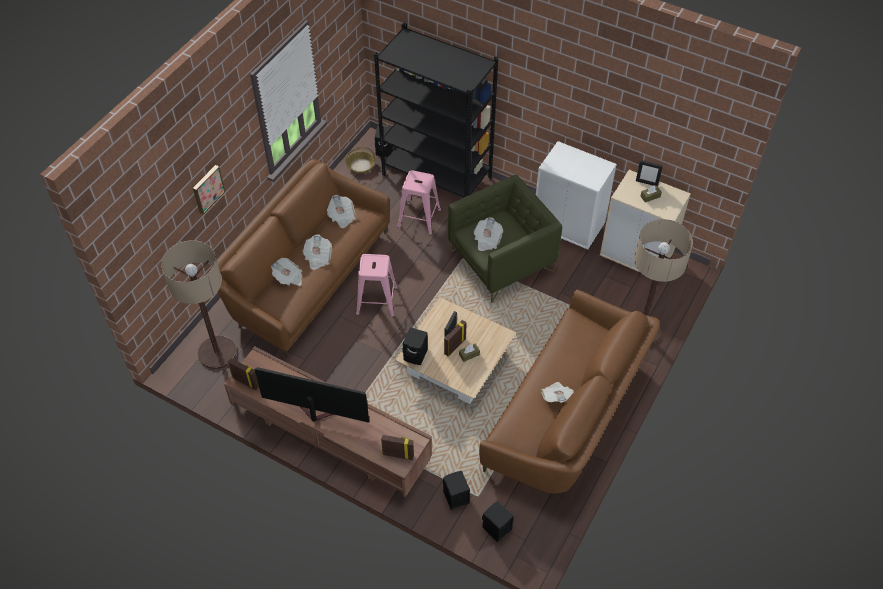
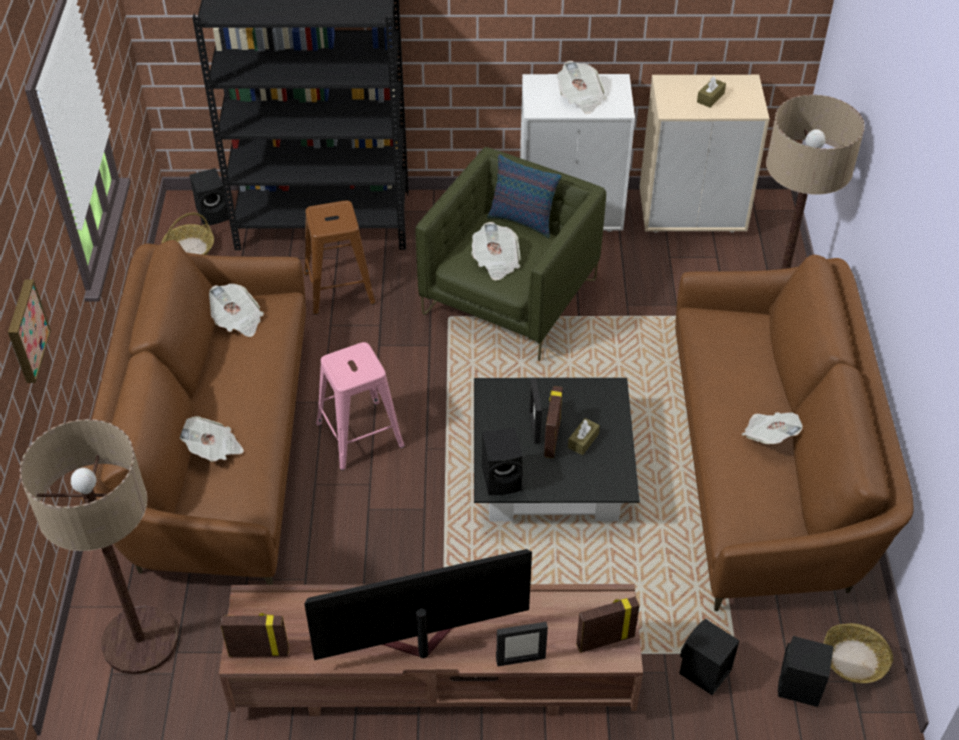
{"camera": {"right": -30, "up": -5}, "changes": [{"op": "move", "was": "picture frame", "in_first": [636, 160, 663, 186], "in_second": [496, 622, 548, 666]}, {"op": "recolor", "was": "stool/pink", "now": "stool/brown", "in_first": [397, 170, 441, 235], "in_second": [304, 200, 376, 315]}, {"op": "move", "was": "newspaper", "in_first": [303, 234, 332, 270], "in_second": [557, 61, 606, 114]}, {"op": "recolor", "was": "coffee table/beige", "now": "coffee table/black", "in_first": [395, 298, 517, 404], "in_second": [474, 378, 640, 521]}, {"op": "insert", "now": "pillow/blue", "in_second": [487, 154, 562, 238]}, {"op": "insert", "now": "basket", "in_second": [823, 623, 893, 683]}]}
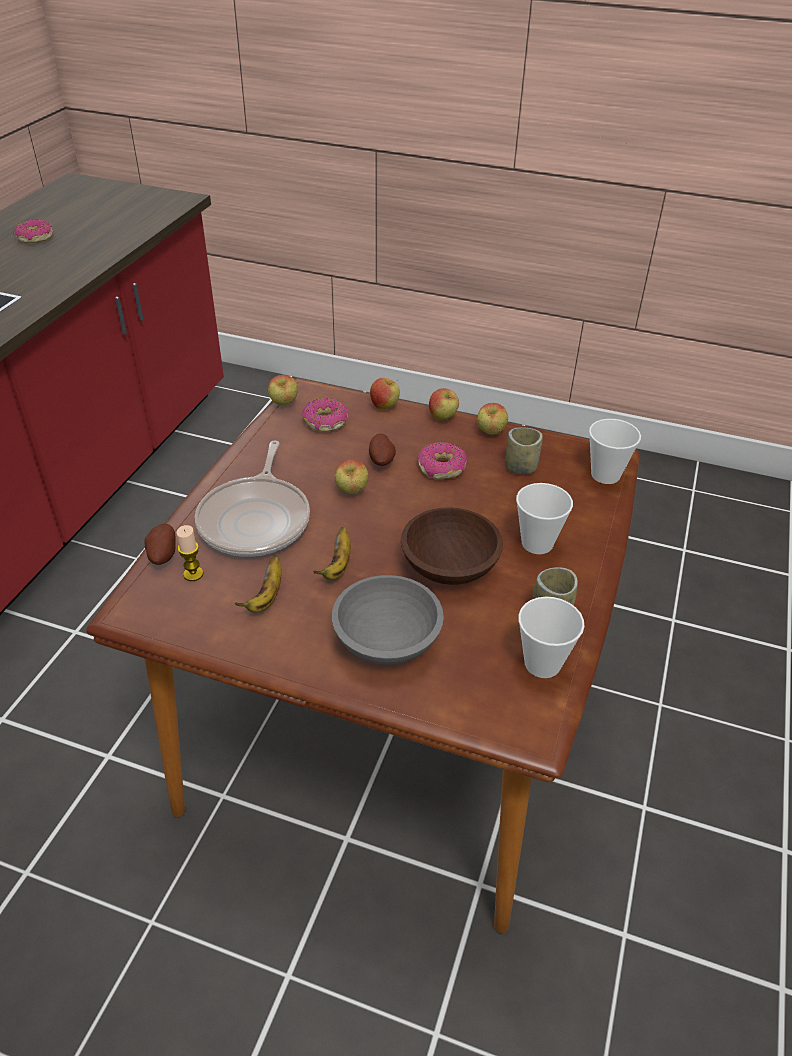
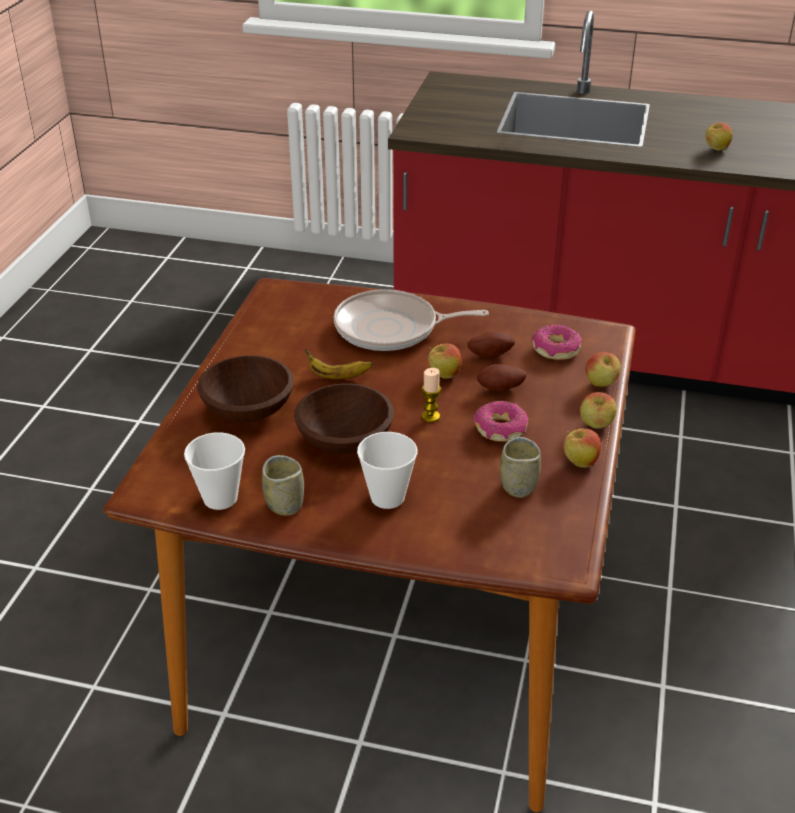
{"camera": {"right": 85, "up": -5}, "changes": [{"op": "delete", "was": "donut", "in_first": [13, 219, 53, 243]}, {"op": "move", "was": "apple", "in_first": [268, 375, 298, 406], "in_second": [705, 123, 732, 151]}, {"op": "delete", "was": "cup", "in_first": [589, 419, 641, 484]}, {"op": "move", "was": "potato", "in_first": [144, 523, 176, 565], "in_second": [467, 331, 515, 357]}, {"op": "move", "was": "candle", "in_first": [177, 525, 204, 581], "in_second": [421, 368, 441, 422]}, {"op": "delete", "was": "banana", "in_first": [235, 556, 282, 612]}, {"op": "recolor", "was": "bowl/grey", "now": "bowl/brown", "in_first": [332, 575, 444, 665], "in_second": [197, 355, 294, 422]}]}
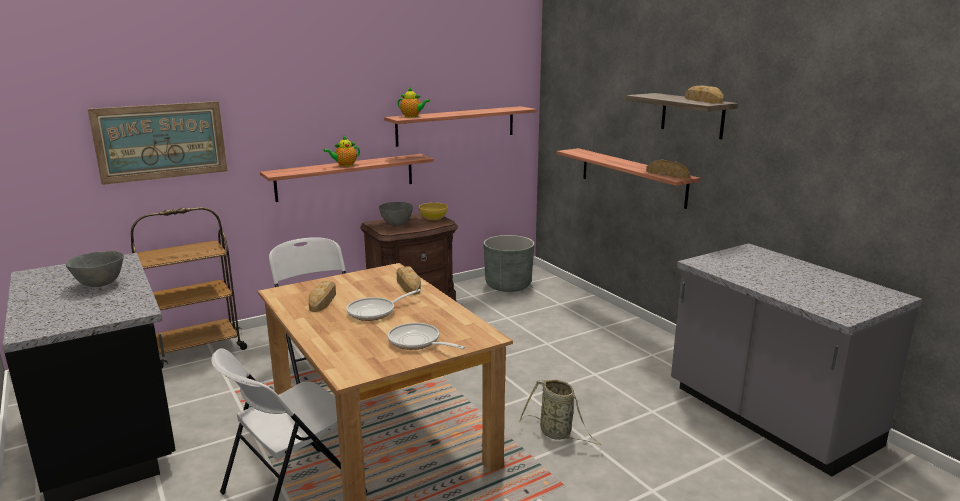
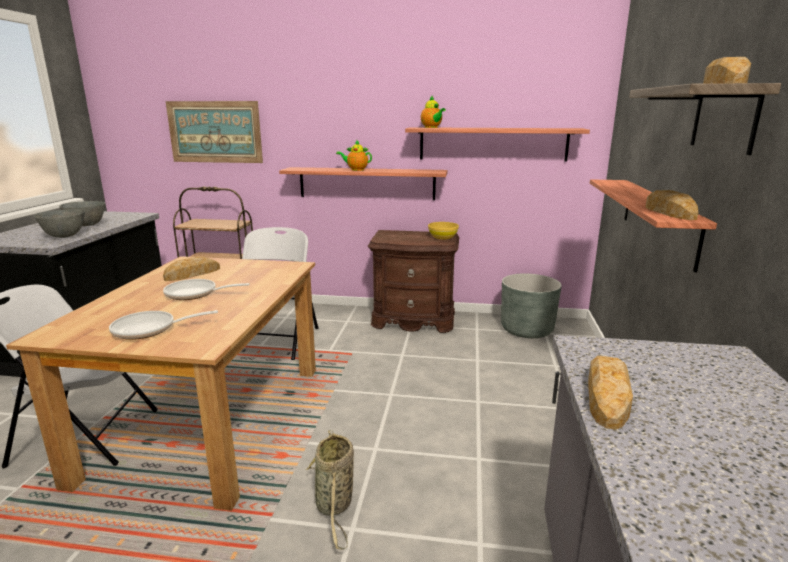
{"camera": {"right": 40, "up": 0}, "changes": [{"op": "move", "was": "bowl/grey", "in_first": [379, 202, 413, 226], "in_second": [34, 209, 85, 238]}, {"op": "move", "was": "bread", "in_first": [397, 266, 421, 295], "in_second": [588, 356, 633, 430]}, {"op": "rotate", "was": "frying pan", "in_first": [388, 323, 465, 350], "in_second": [109, 310, 218, 340], "clockwise": -90}]}
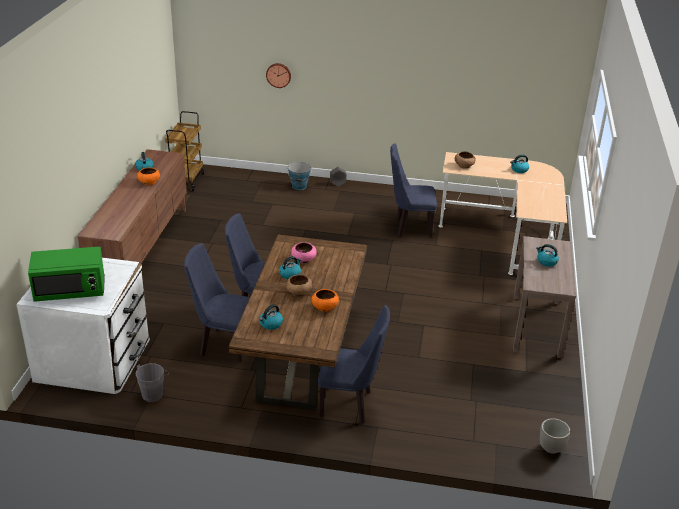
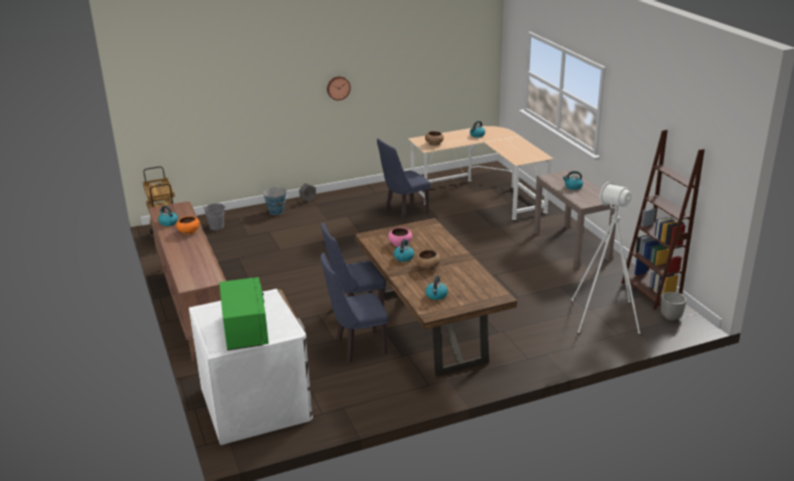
{"camera": {"right": -30, "up": -5}, "changes": [{"op": "move", "was": "wall clock", "in_first": [266, 63, 291, 88], "in_second": [327, 76, 351, 100]}, {"op": "rotate", "was": "microwave/green", "in_first": [28, 247, 105, 302], "in_second": [219, 277, 269, 351], "clockwise": -60}, {"op": "delete", "was": "bowl/orange", "in_first": [312, 289, 339, 312]}, {"op": "delete", "was": "chair/blue", "in_first": [318, 305, 390, 424]}, {"op": "move", "was": "bucket/grey", "in_first": [136, 363, 169, 402], "in_second": [203, 203, 225, 230]}, {"op": "insert", "now": "bookcase/brown", "in_second": [621, 129, 705, 310]}, {"op": "insert", "now": "floor lamp/white", "in_second": [571, 182, 641, 334]}]}
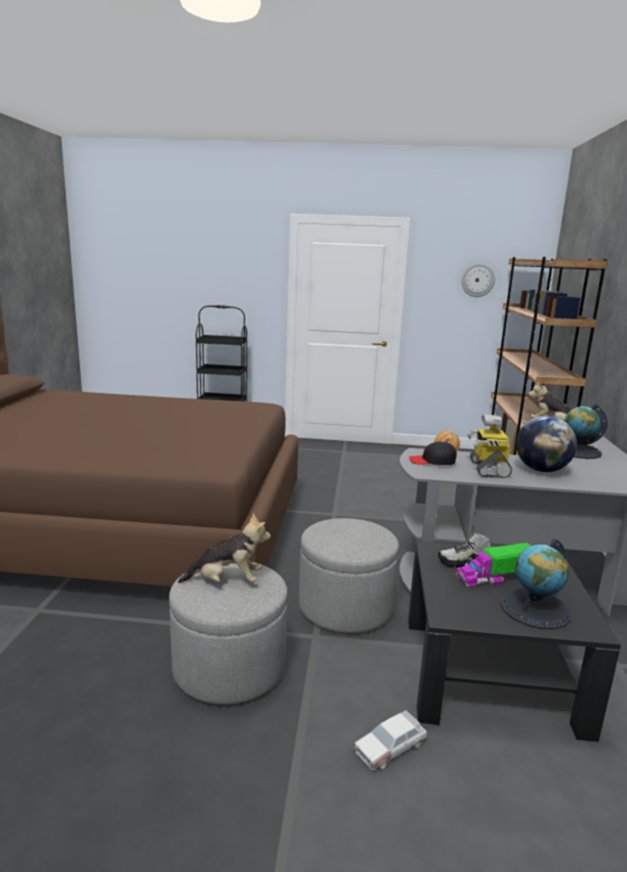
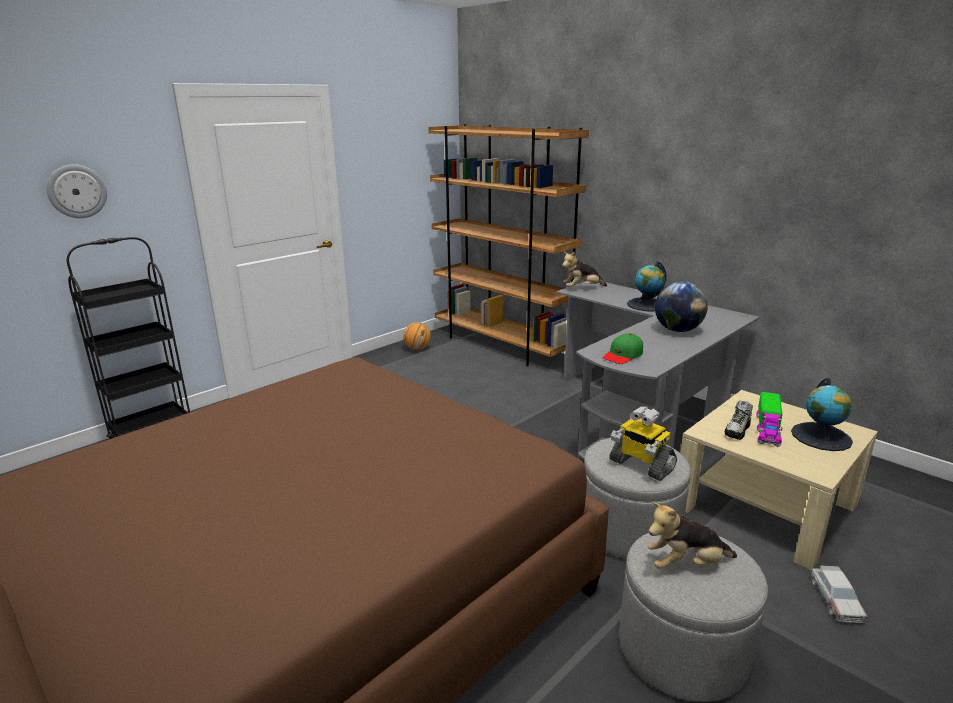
{"camera": {"right": -50, "up": 5}, "changes": [{"op": "move", "was": "wall clock", "in_first": [461, 263, 495, 297], "in_second": [46, 164, 107, 218]}, {"op": "move", "was": "toy robot", "in_first": [467, 414, 512, 478], "in_second": [609, 406, 677, 481]}, {"op": "recolor", "was": "cap/black", "now": "cap/green", "in_first": [409, 442, 457, 465], "in_second": [603, 333, 643, 364]}, {"op": "rotate", "was": "plush toy", "in_first": [178, 513, 271, 583], "in_second": [648, 502, 737, 569], "clockwise": -135}, {"op": "recolor", "was": "coffee table/black", "now": "coffee table/beige", "in_first": [408, 541, 621, 742], "in_second": [681, 390, 878, 570]}]}
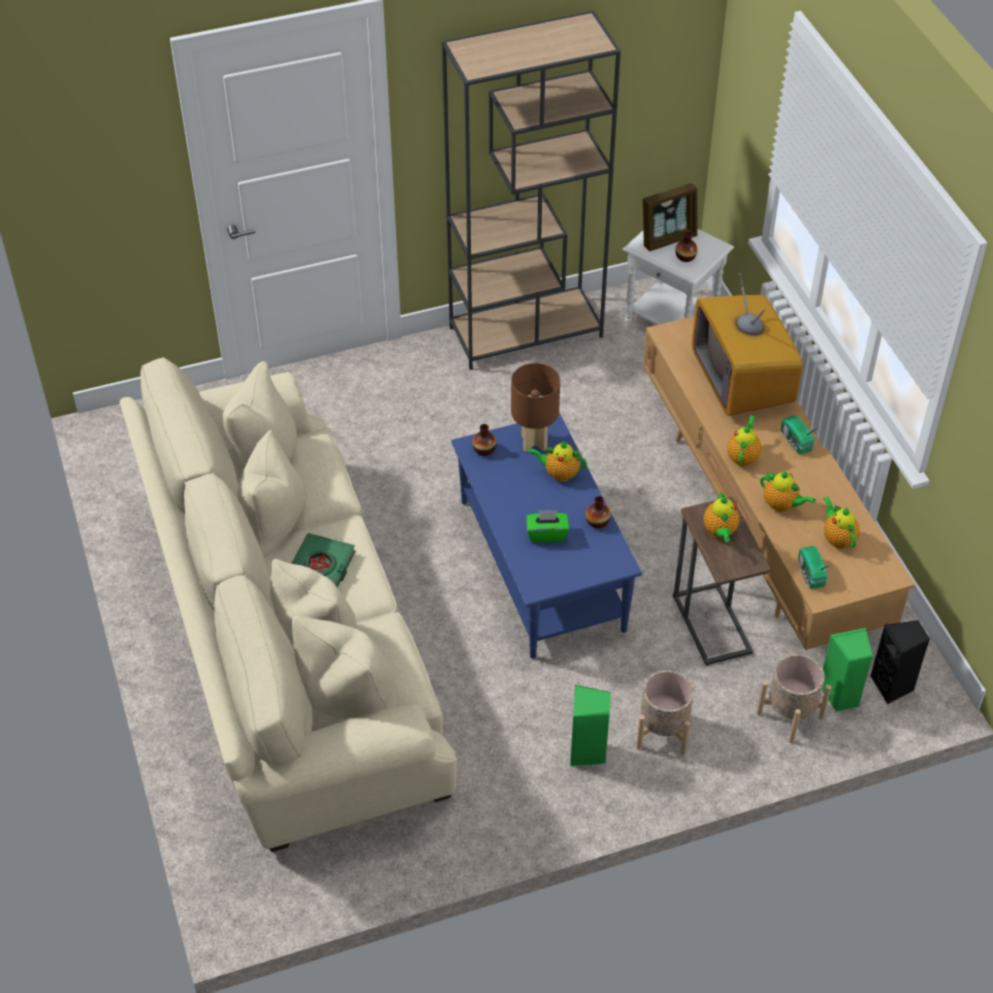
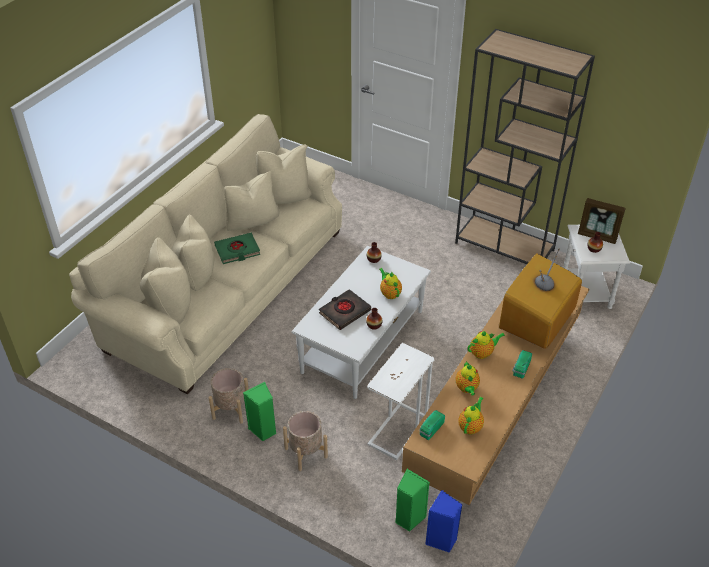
{"camera": {"right": 50, "up": -5}, "changes": [{"op": "delete", "was": "table lamp/brown", "in_first": [511, 363, 560, 452]}, {"op": "recolor", "was": "coffee table/blue", "now": "coffee table/white", "in_first": [451, 413, 642, 659], "in_second": [291, 246, 431, 399]}, {"op": "delete", "was": "teapot", "in_first": [704, 492, 739, 542]}, {"op": "recolor", "was": "side table/brown", "now": "side table/white", "in_first": [673, 497, 770, 666], "in_second": [367, 343, 435, 460]}, {"op": "replace", "was": "tissue box/green", "now": "book/black", "in_first": [526, 510, 569, 543], "in_second": [319, 289, 371, 330]}, {"op": "recolor", "was": "speaker/black", "now": "speaker/blue", "in_first": [870, 620, 930, 704], "in_second": [425, 490, 462, 553]}, {"op": "move", "was": "planter/beige", "in_first": [757, 654, 832, 743], "in_second": [209, 368, 249, 423]}]}
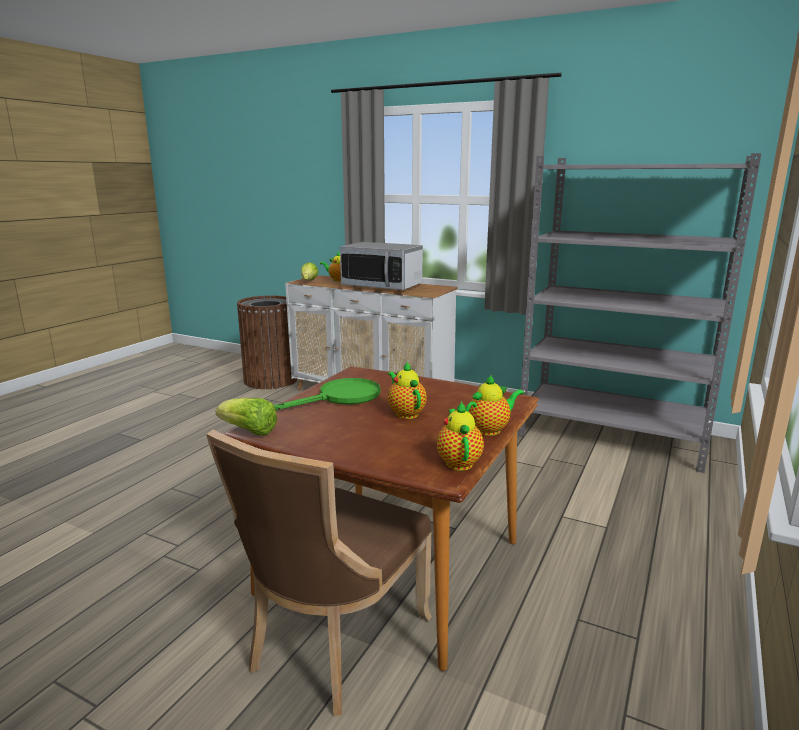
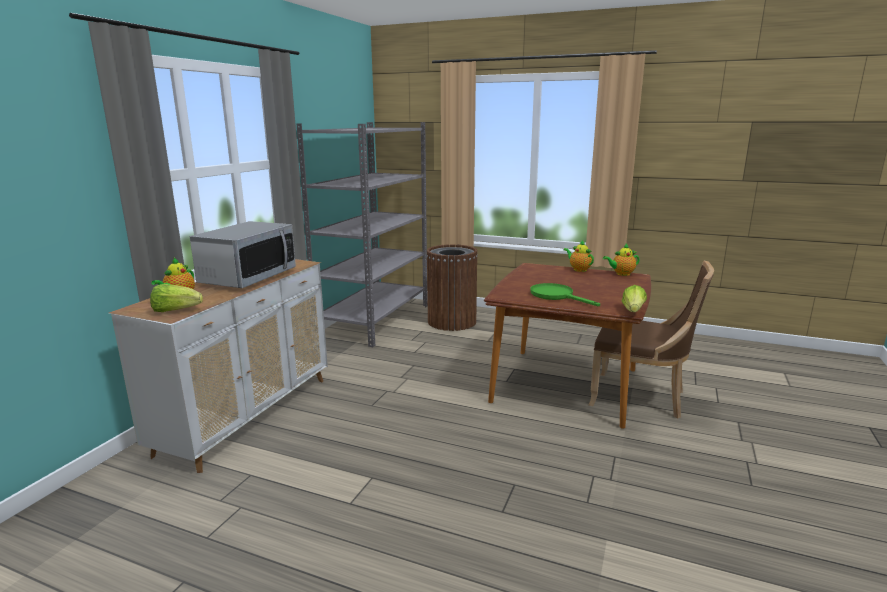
{"camera": {"right": -95, "up": 0}, "changes": [{"op": "move", "was": "trash can/brown", "in_first": [237, 295, 298, 389], "in_second": [426, 244, 478, 331]}, {"op": "delete", "was": "teapot", "in_first": [388, 362, 427, 419]}]}
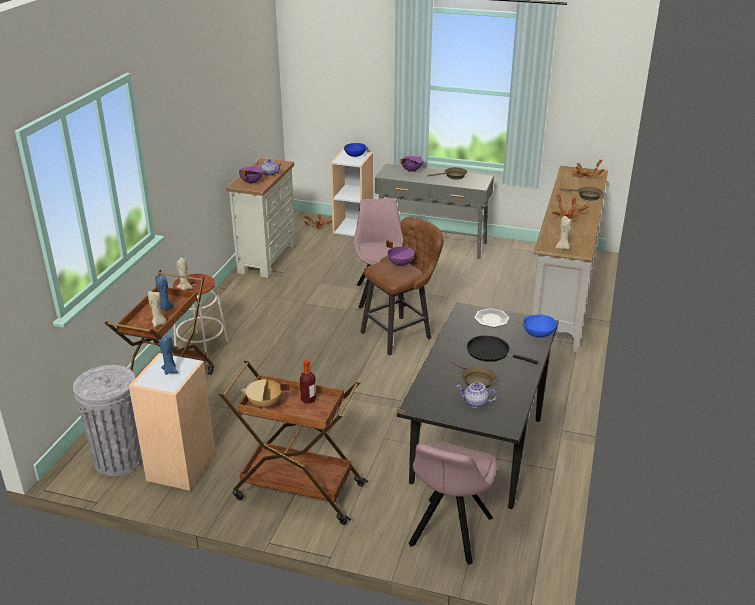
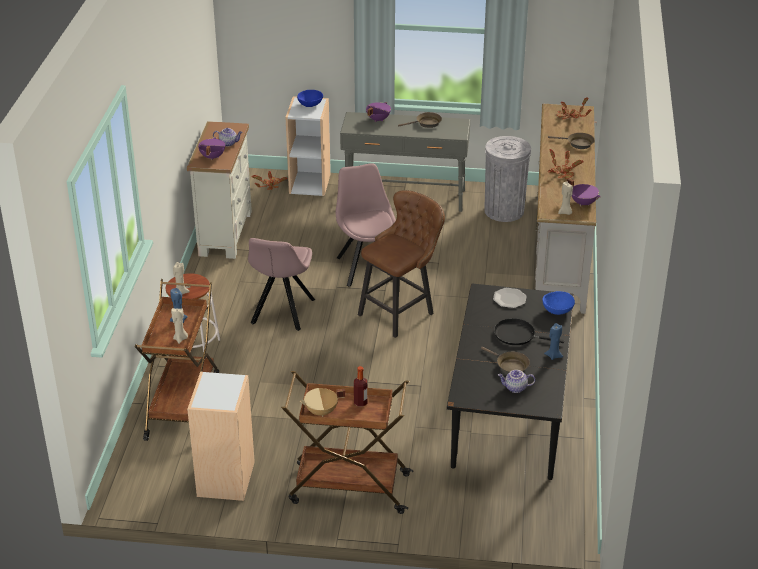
{"camera": {"right": -10, "up": 5}, "changes": [{"op": "move", "was": "cooking pot/purple", "in_first": [386, 240, 414, 267], "in_second": [567, 178, 601, 206]}, {"op": "move", "was": "candle/blue", "in_first": [159, 335, 178, 375], "in_second": [544, 323, 563, 360]}, {"op": "move", "was": "trash can/grey", "in_first": [73, 365, 143, 476], "in_second": [485, 136, 531, 222]}, {"op": "move", "was": "chair/pink", "in_first": [408, 441, 497, 565], "in_second": [248, 238, 315, 331]}]}
